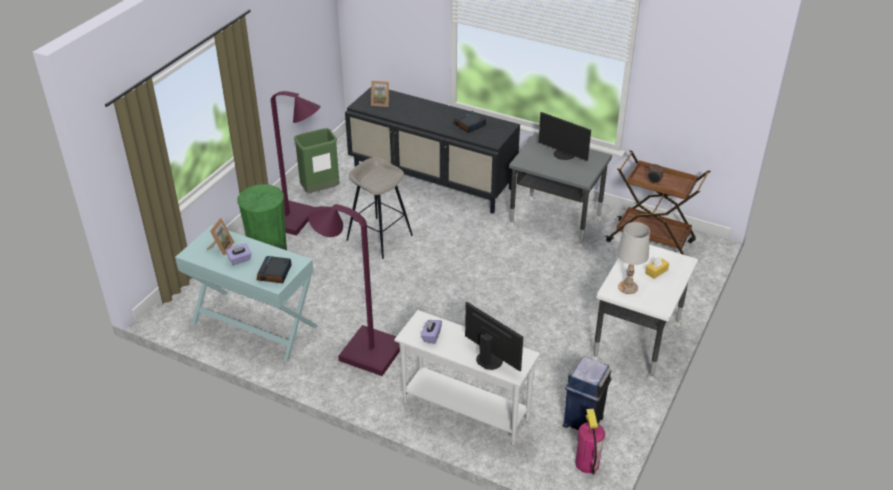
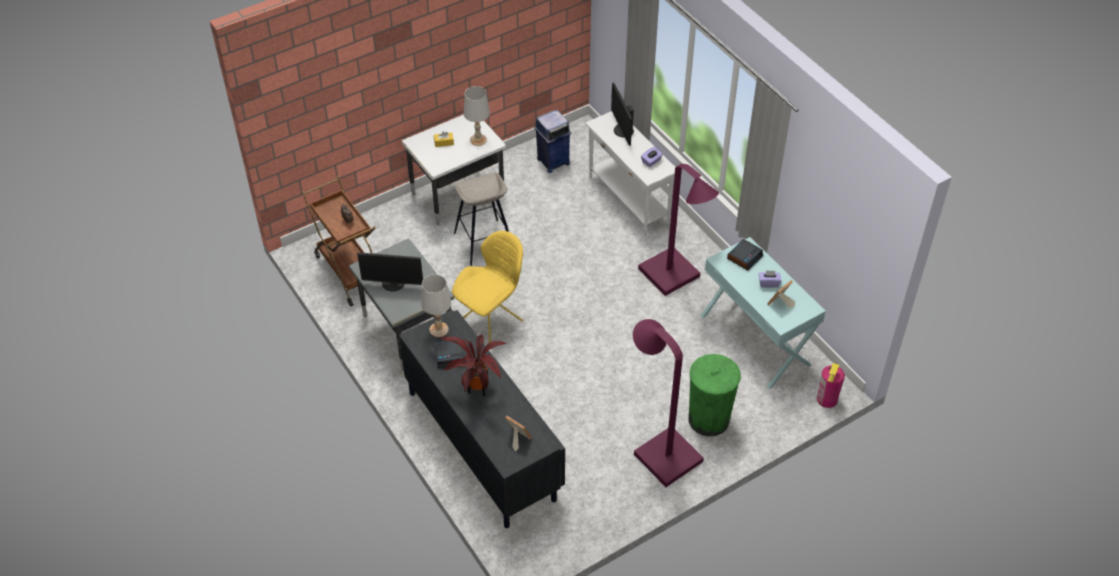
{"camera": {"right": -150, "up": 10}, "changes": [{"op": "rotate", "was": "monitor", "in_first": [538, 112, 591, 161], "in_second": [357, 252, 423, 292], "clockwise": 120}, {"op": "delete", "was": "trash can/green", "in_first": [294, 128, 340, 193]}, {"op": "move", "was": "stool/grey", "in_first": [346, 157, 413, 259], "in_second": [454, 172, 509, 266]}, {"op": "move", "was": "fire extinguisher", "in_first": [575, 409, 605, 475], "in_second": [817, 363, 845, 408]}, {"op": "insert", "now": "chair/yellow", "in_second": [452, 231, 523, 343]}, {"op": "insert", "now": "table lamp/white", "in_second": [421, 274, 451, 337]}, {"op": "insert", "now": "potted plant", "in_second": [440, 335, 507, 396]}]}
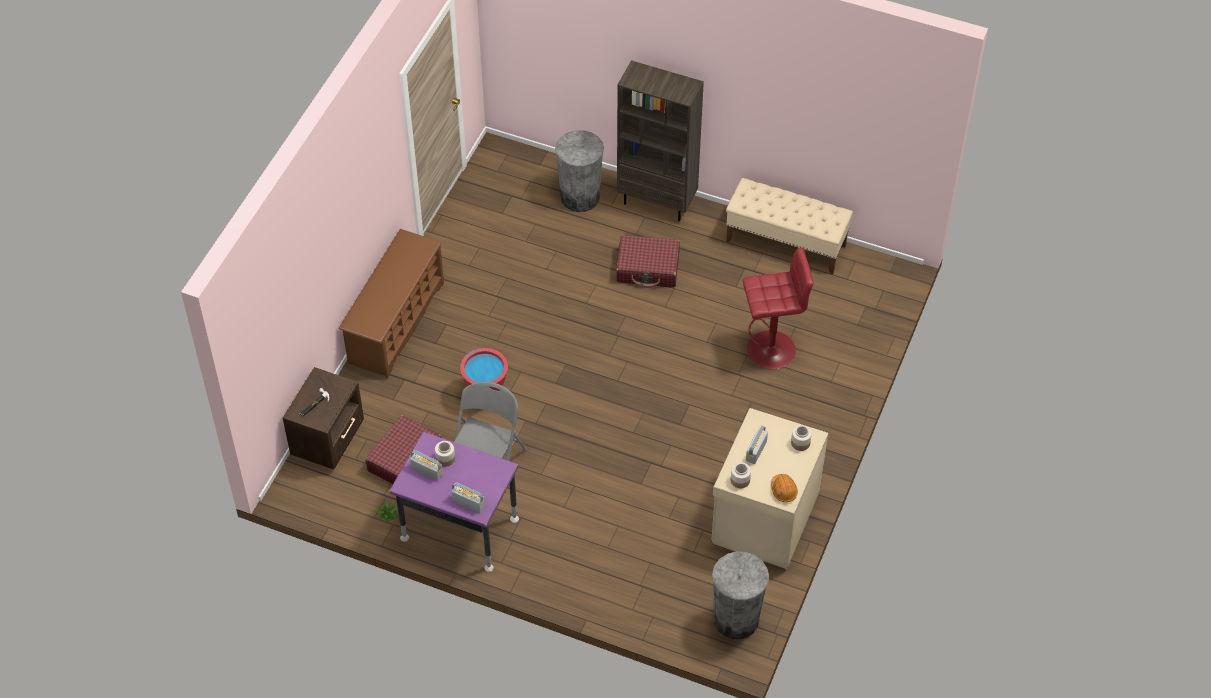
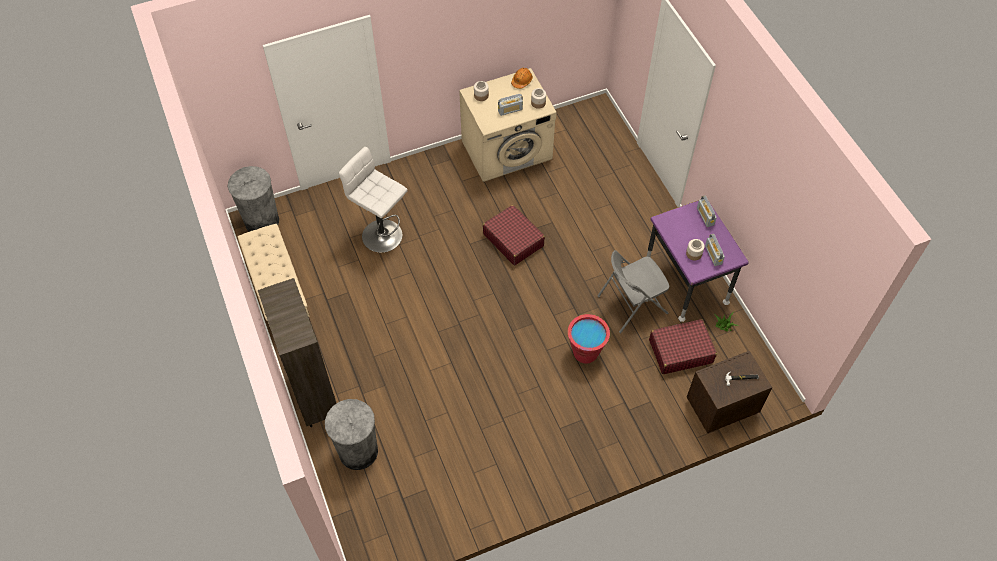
{"camera": {"right": -135, "up": 5}, "changes": [{"op": "delete", "was": "shoe rack/brown", "in_first": [339, 229, 444, 379]}, {"op": "move", "was": "suitcase/red", "in_first": [616, 235, 680, 288], "in_second": [483, 205, 545, 265]}, {"op": "recolor", "was": "stool/red", "now": "stool/white", "in_first": [743, 247, 814, 369], "in_second": [339, 147, 407, 253]}, {"op": "move", "was": "trash can/grey", "in_first": [712, 551, 769, 640], "in_second": [227, 166, 279, 232]}]}
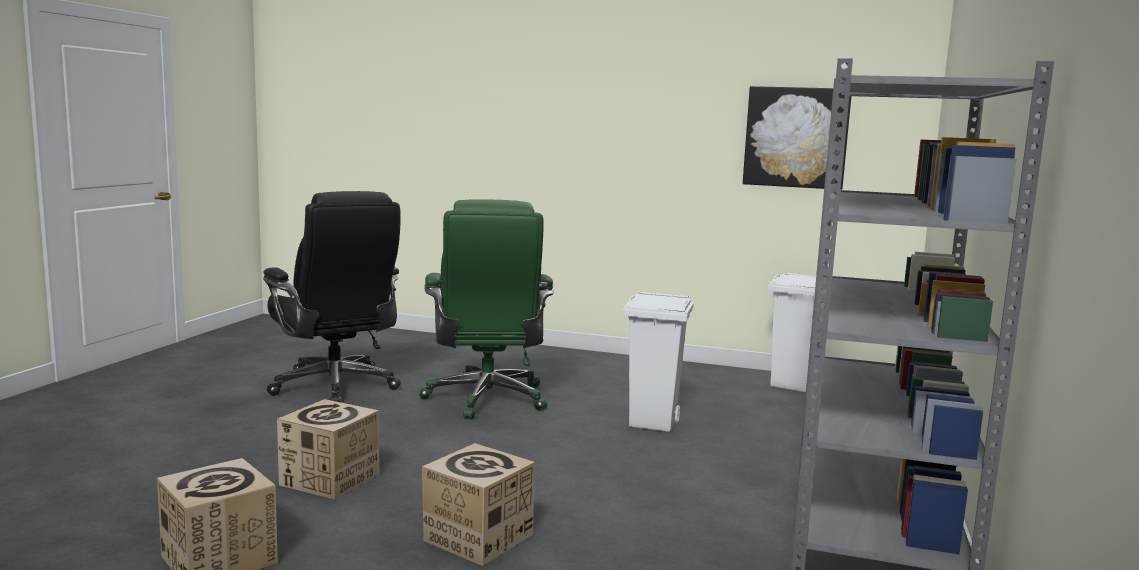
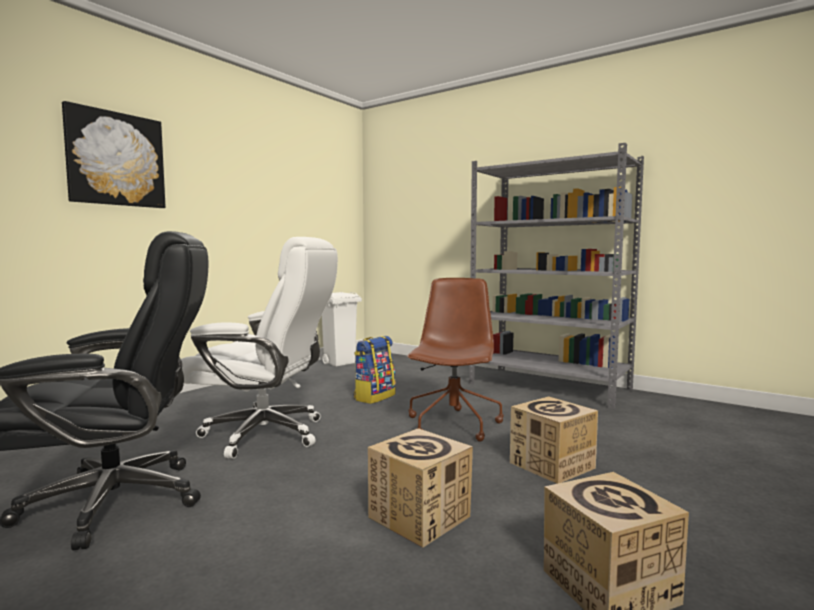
{"camera": {"right": -70, "up": -5}, "changes": [{"op": "move", "was": "picture", "in_first": [743, 86, 851, 190], "in_second": [62, 101, 166, 208]}, {"op": "recolor", "was": "office chair/green", "now": "office chair/white", "in_first": [419, 199, 553, 420], "in_second": [181, 237, 338, 459]}, {"op": "replace", "was": "trash can/white", "now": "backpack", "in_first": [622, 291, 694, 432], "in_second": [354, 336, 396, 404]}, {"op": "insert", "now": "office chair/brown", "in_second": [407, 278, 504, 442]}]}
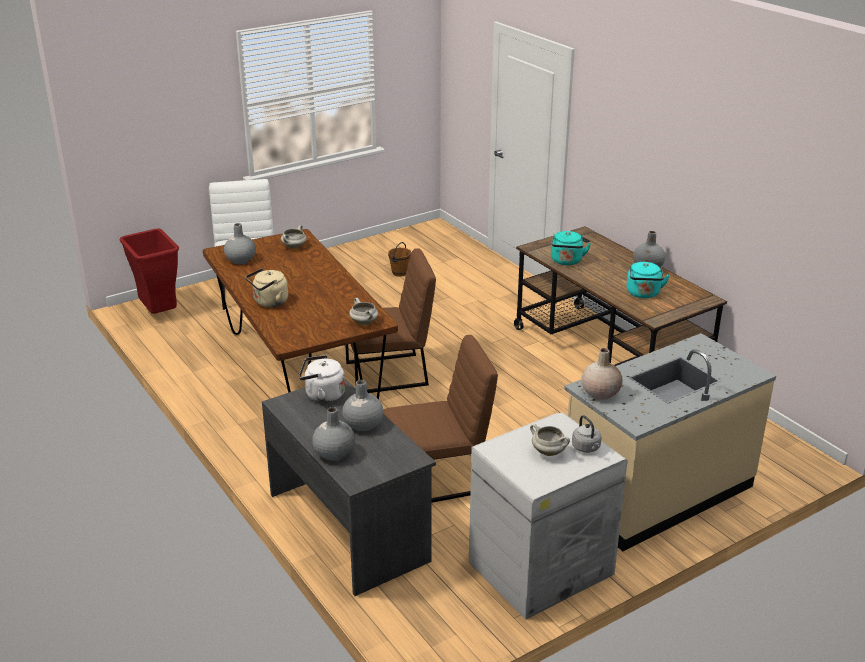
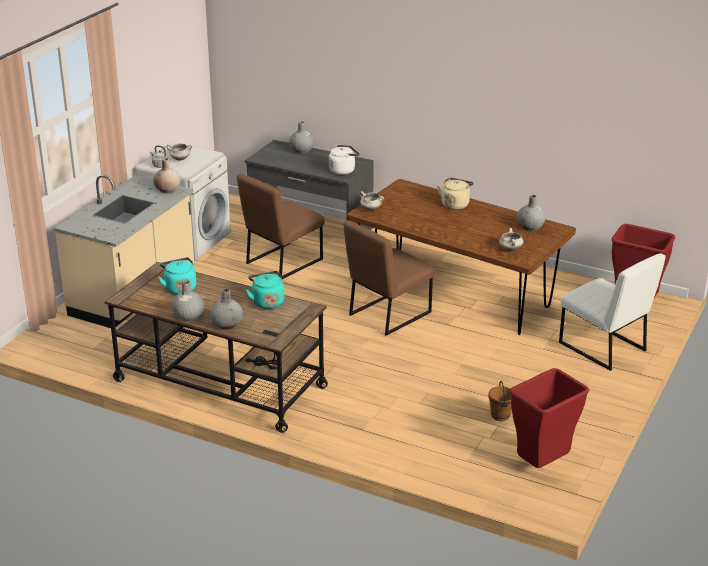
{"camera": {"right": 150, "up": 0}, "changes": [{"op": "move", "was": "vase/grey", "in_first": [342, 380, 383, 431], "in_second": [210, 288, 243, 330]}, {"op": "insert", "now": "trash can/red", "in_second": [510, 368, 590, 468]}]}
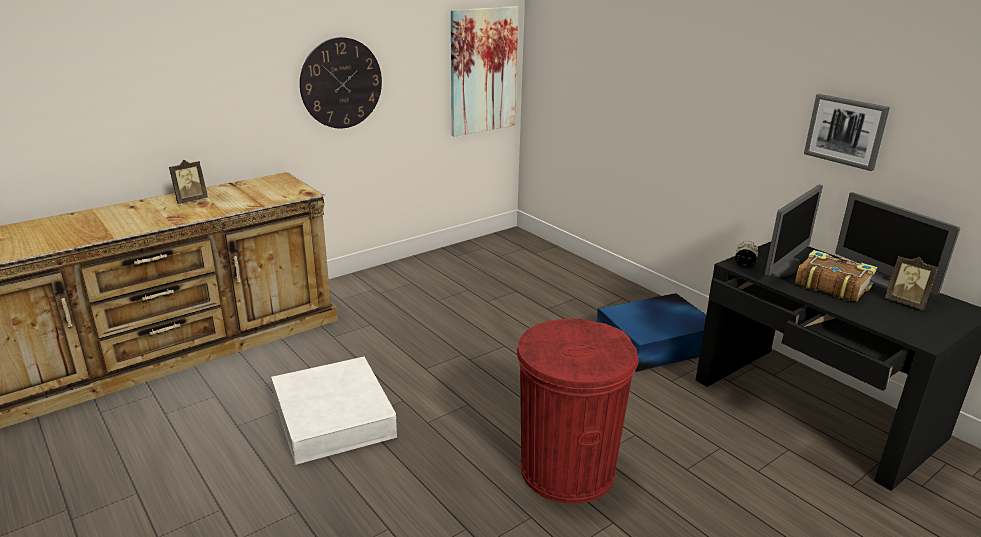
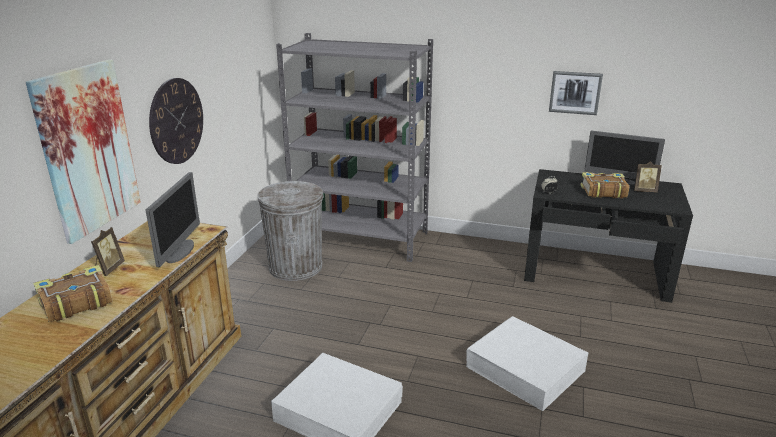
{"camera": {"right": -35, "up": 0}, "changes": [{"op": "move", "was": "picture", "in_first": [451, 6, 519, 137], "in_second": [26, 59, 141, 244]}, {"op": "move", "was": "monitor", "in_first": [765, 185, 823, 277], "in_second": [146, 172, 200, 267]}, {"op": "delete", "was": "storage box/blue", "in_first": [597, 293, 706, 372]}, {"op": "replace", "was": "trash can/red", "now": "storage box/white", "in_first": [517, 318, 639, 504], "in_second": [466, 316, 589, 411]}, {"op": "insert", "now": "bookcase/grey", "in_second": [276, 33, 433, 262]}, {"op": "insert", "now": "trash can/grey", "in_second": [257, 181, 324, 281]}, {"op": "insert", "now": "book", "in_second": [33, 265, 112, 322]}]}
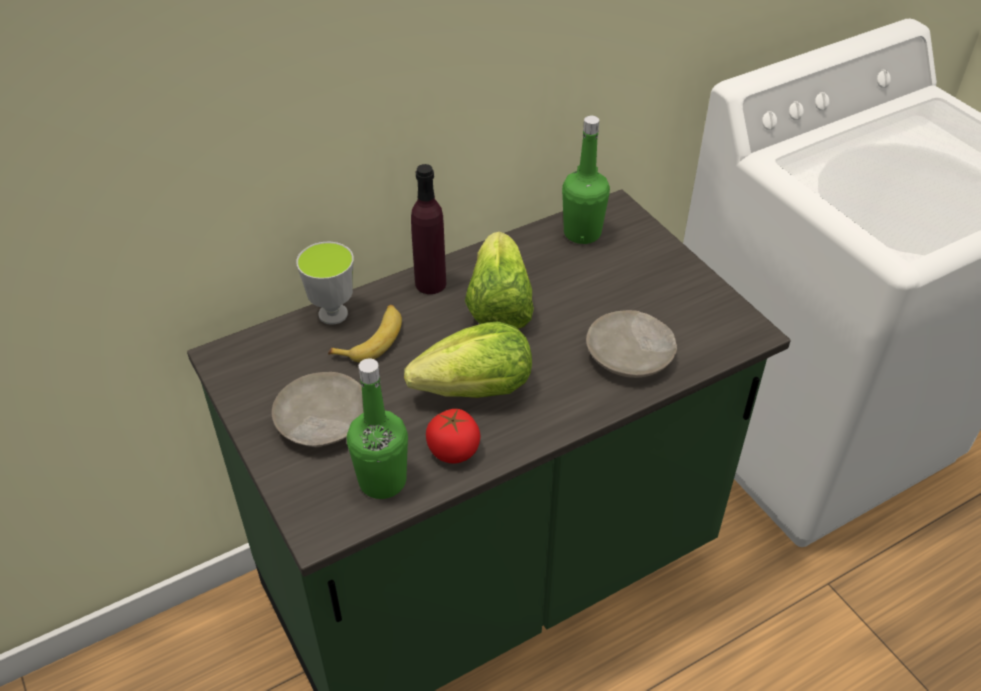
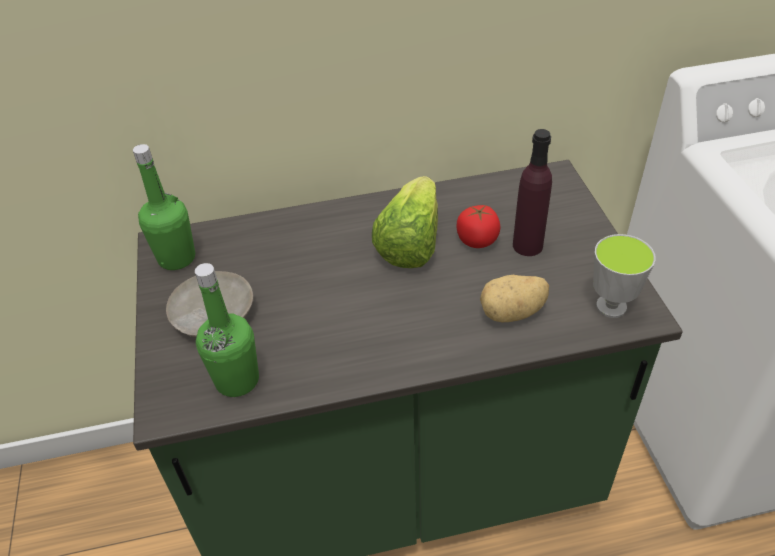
{"camera": {"right": 20, "up": 0}, "changes": [{"op": "move", "was": "bottle/green", "in_first": [562, 116, 610, 244], "in_second": [133, 144, 195, 270]}, {"op": "move", "was": "bottle/purple", "in_first": [411, 164, 446, 294], "in_second": [513, 129, 552, 256]}, {"op": "move", "was": "cup", "in_first": [296, 242, 354, 325], "in_second": [593, 234, 656, 318]}, {"op": "delete", "was": "banana", "in_first": [328, 305, 402, 362]}, {"op": "replace", "was": "plate/beige", "now": "potato", "in_first": [586, 310, 677, 378], "in_second": [480, 275, 549, 322]}, {"op": "delete", "was": "lettuce", "in_first": [404, 321, 532, 398]}, {"op": "move", "was": "tomato", "in_first": [426, 409, 481, 464], "in_second": [456, 205, 501, 248]}]}
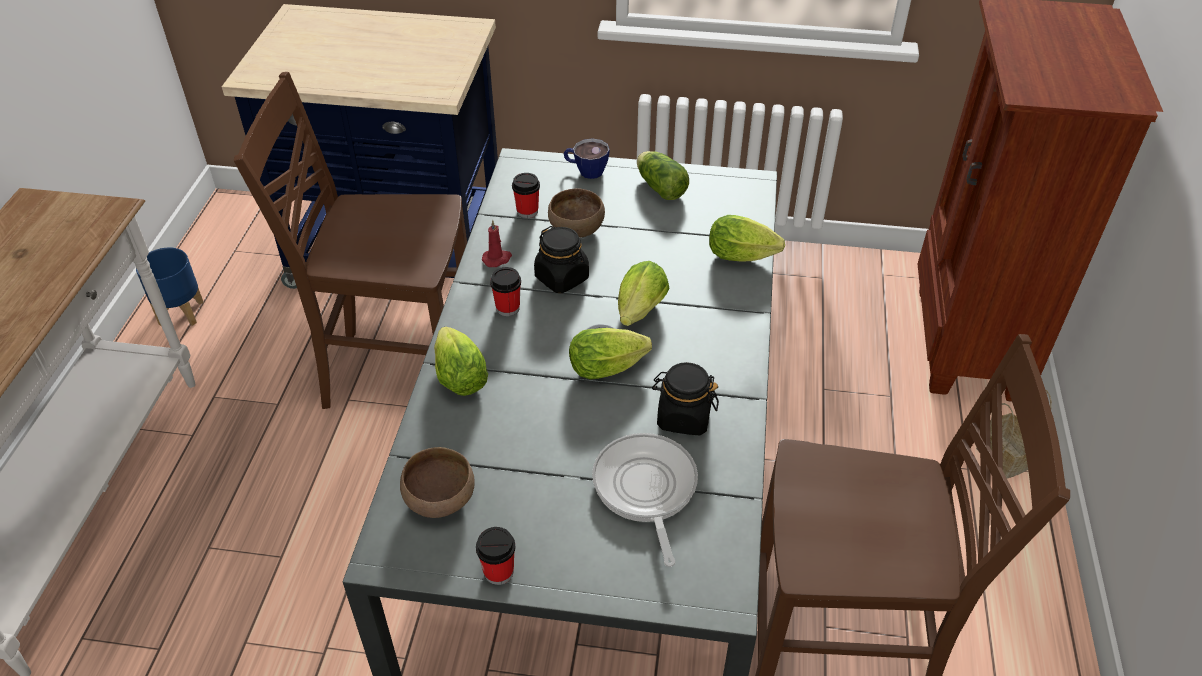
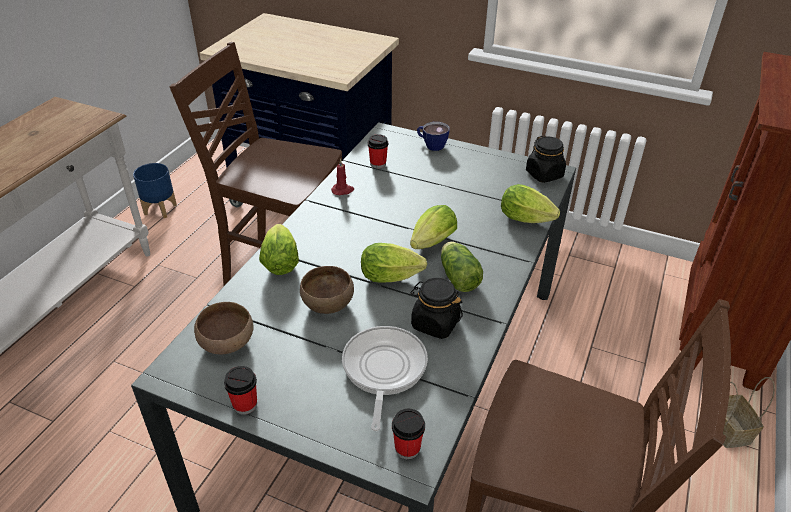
{"camera": {"right": 15, "up": -5}, "changes": [{"op": "move", "was": "lettuce", "in_first": [637, 151, 689, 200], "in_second": [441, 242, 483, 292]}, {"op": "move", "was": "bowl/brown", "in_first": [548, 188, 605, 238], "in_second": [300, 266, 354, 314]}, {"op": "move", "was": "jar/black", "in_first": [534, 226, 589, 293], "in_second": [526, 136, 566, 183]}, {"op": "move", "was": "cup", "in_first": [490, 267, 521, 316], "in_second": [392, 409, 425, 459]}]}
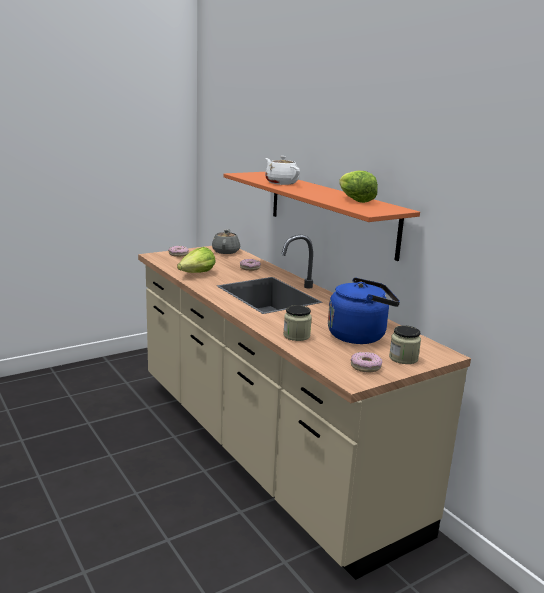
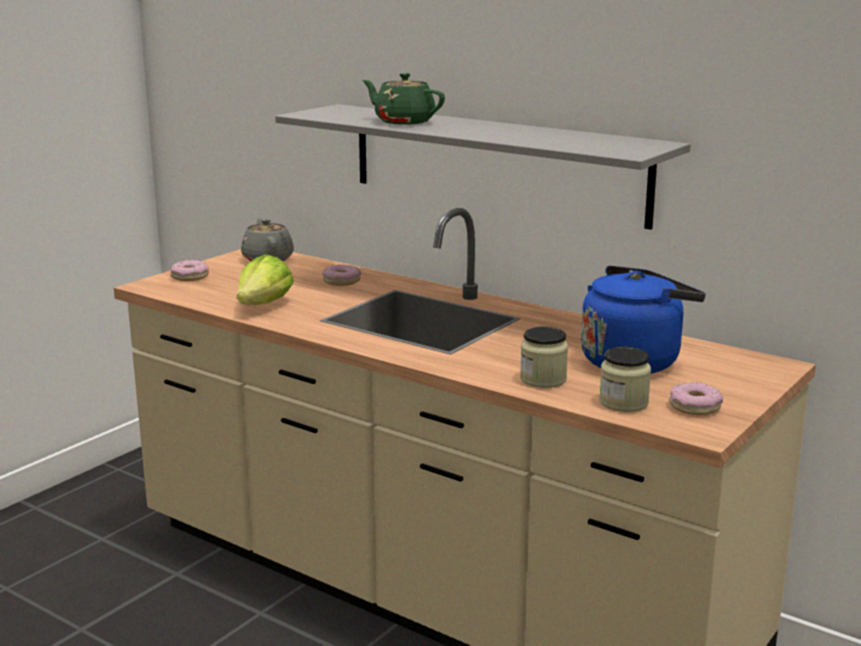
{"camera": {"right": -20, "up": 0}, "changes": [{"op": "recolor", "was": "teapot/white", "now": "teapot/green", "in_first": [265, 156, 300, 185], "in_second": [362, 73, 445, 125]}, {"op": "delete", "was": "lettuce", "in_first": [340, 171, 378, 203]}, {"op": "recolor", "was": "shelf/orange", "now": "shelf/grey", "in_first": [224, 172, 420, 261], "in_second": [275, 104, 691, 230]}, {"op": "move", "was": "jar", "in_first": [389, 325, 421, 364], "in_second": [599, 347, 651, 412]}]}
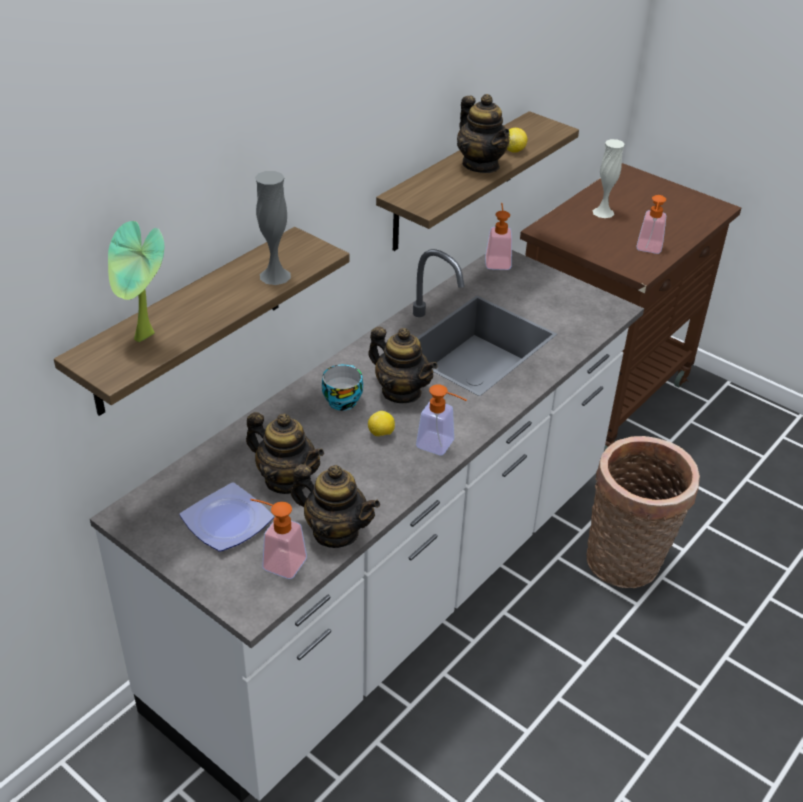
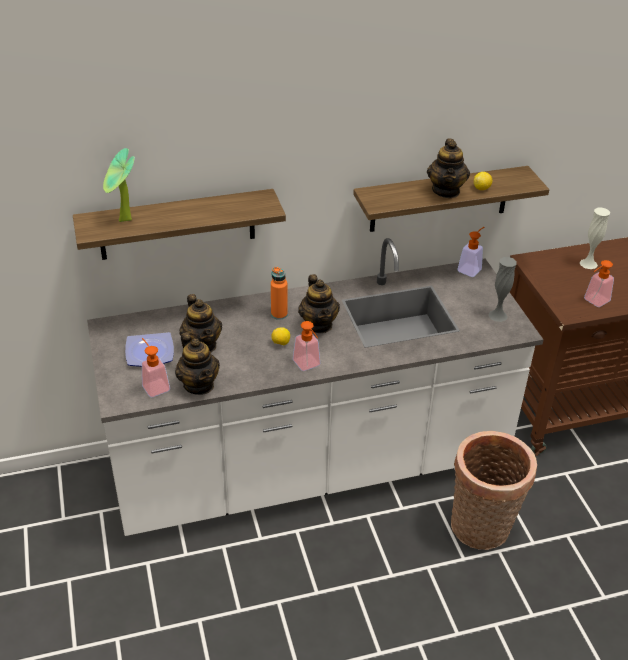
{"camera": {"right": 35, "up": 0}, "changes": [{"op": "move", "was": "vase/grey", "in_first": [255, 171, 291, 285], "in_second": [488, 257, 517, 322]}, {"op": "replace", "was": "cup", "now": "bottle/orange", "in_first": [322, 365, 363, 411], "in_second": [271, 267, 288, 320]}]}
